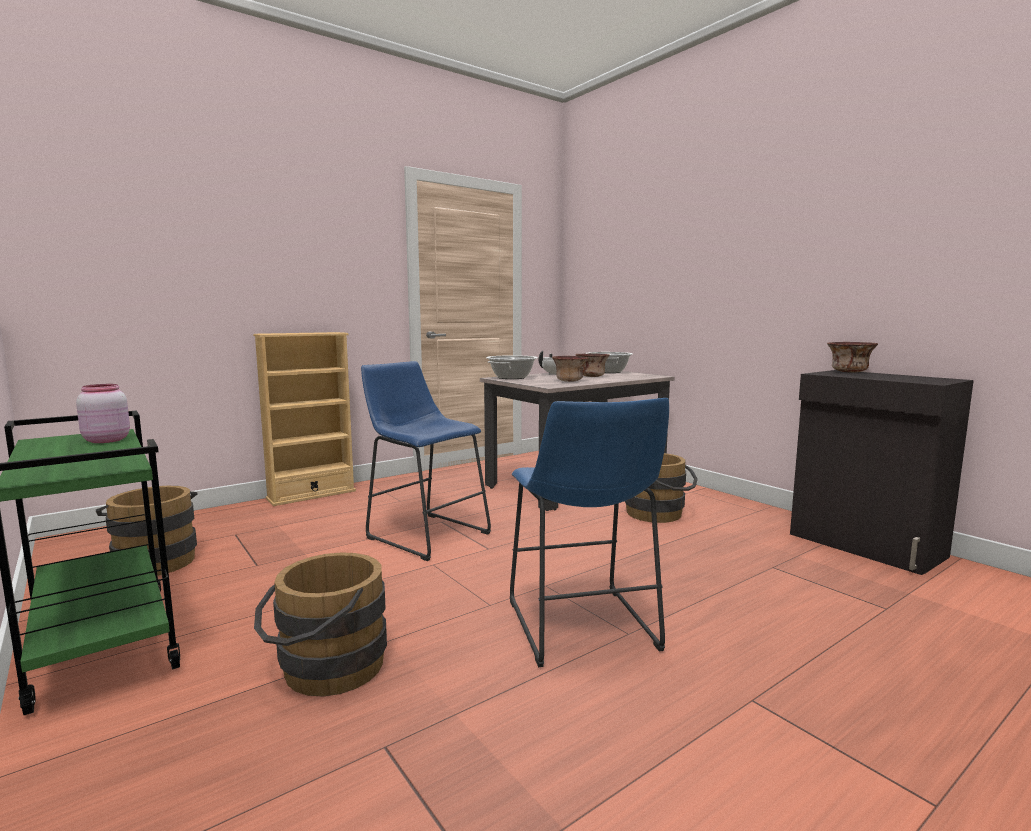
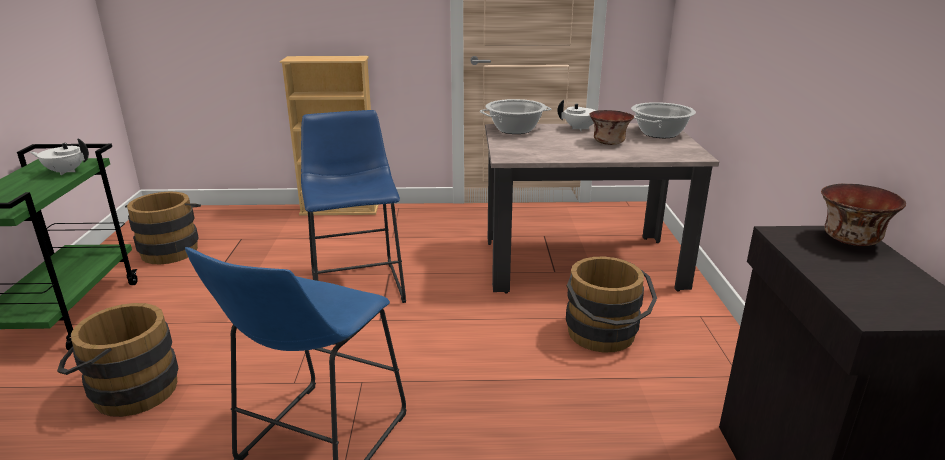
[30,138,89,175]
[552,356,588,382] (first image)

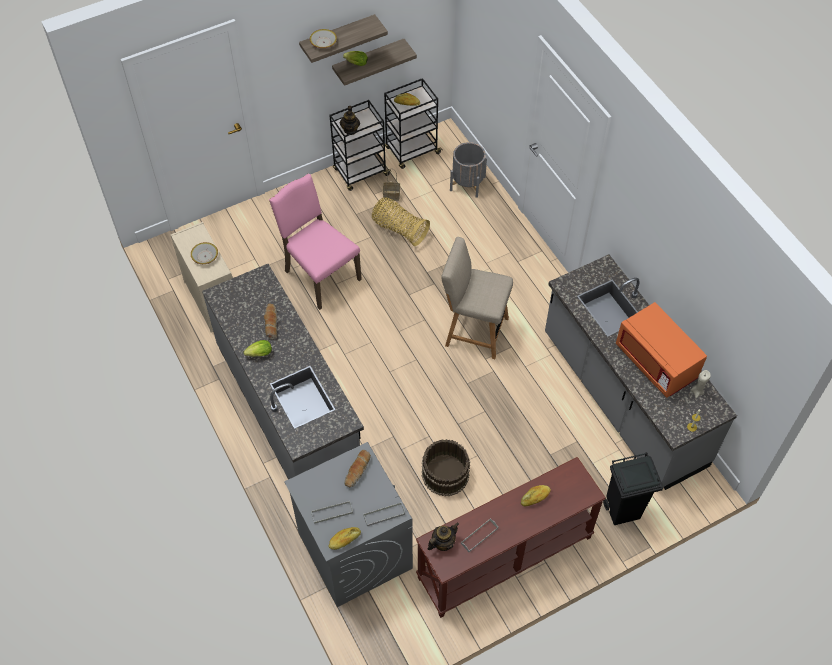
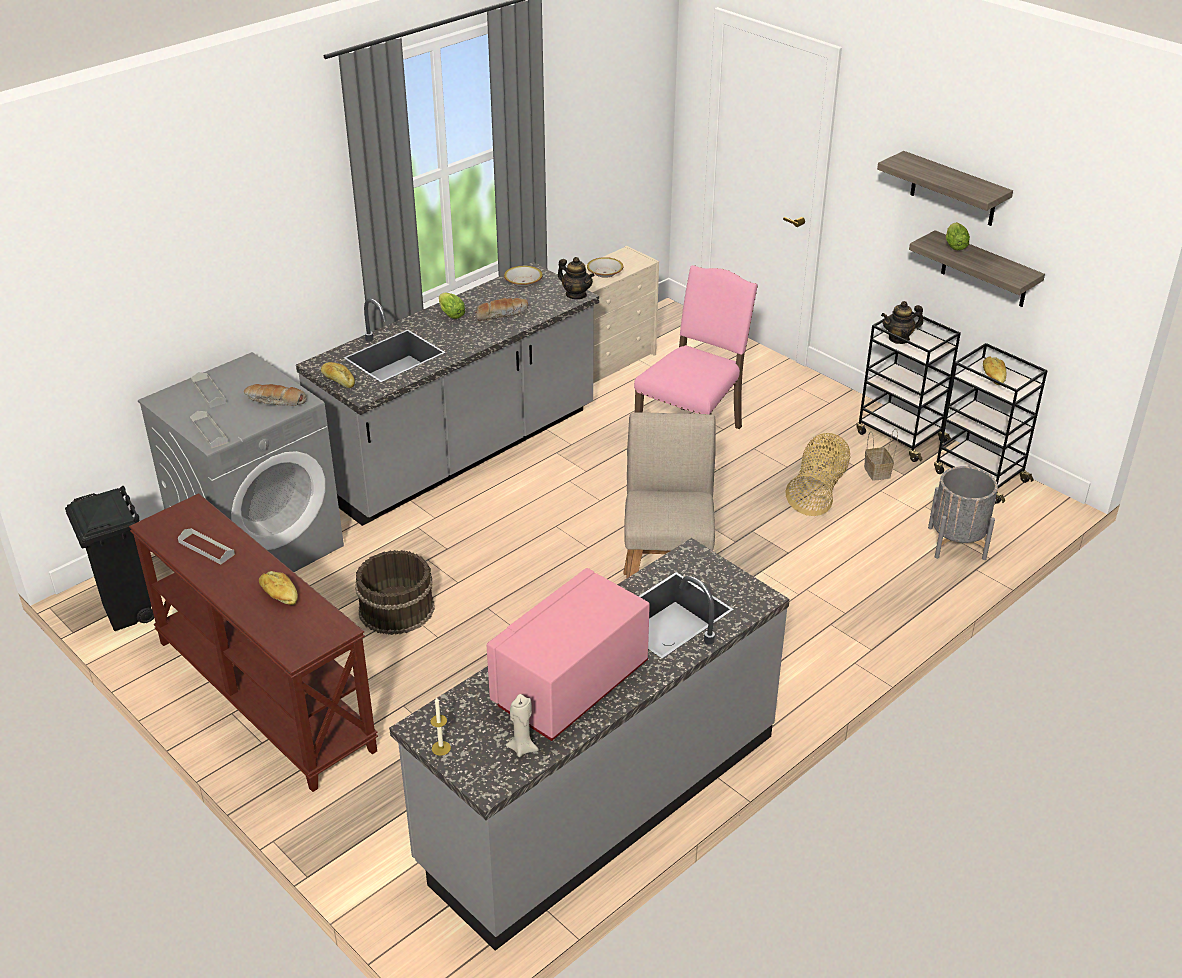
[65,486,154,631]
[321,362,355,388]
[487,568,650,741]
[504,266,543,287]
[558,257,595,299]

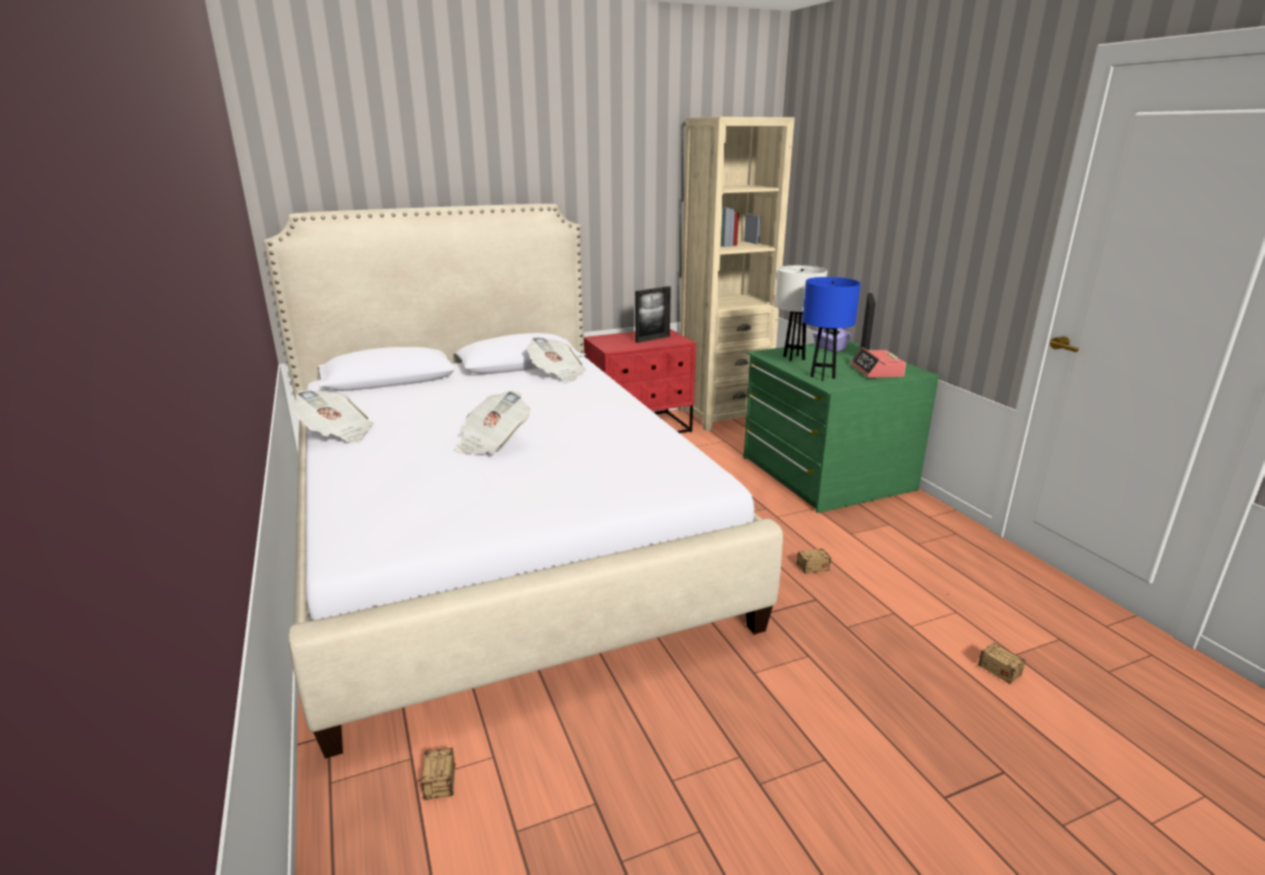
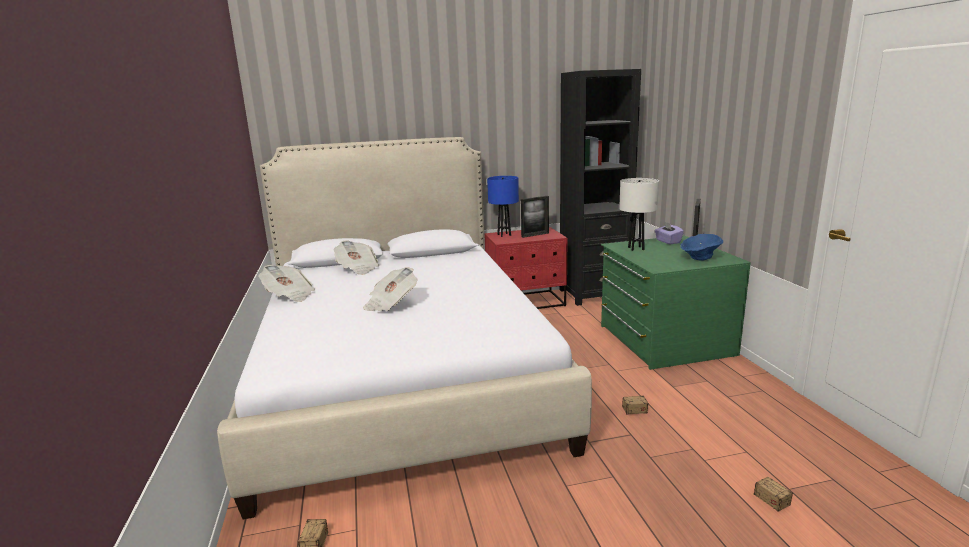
[333,241,380,275]
[487,176,519,237]
[560,69,641,306]
[680,234,723,261]

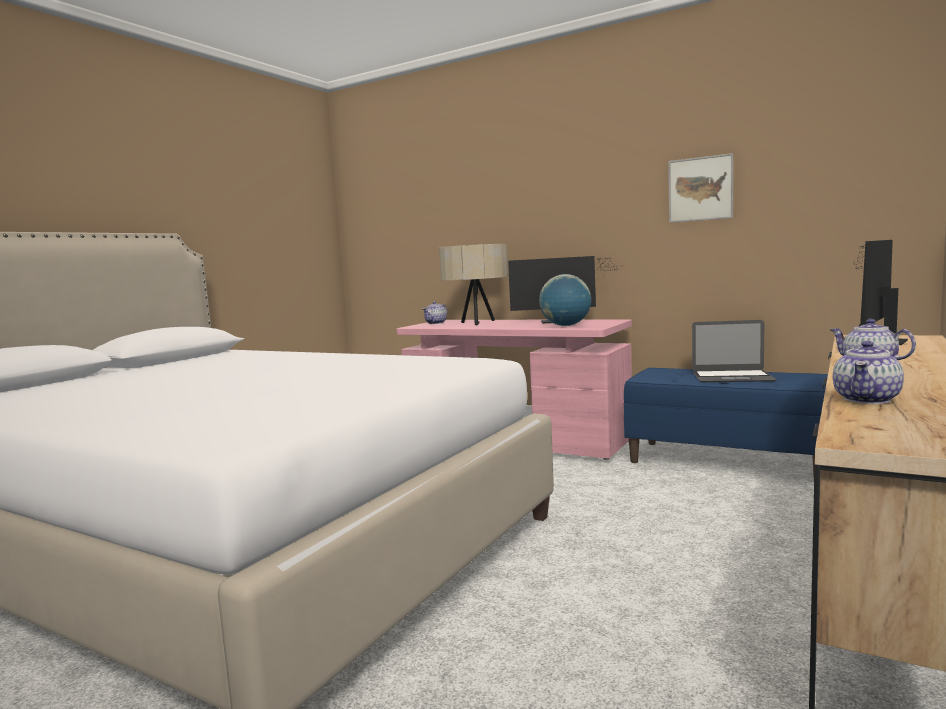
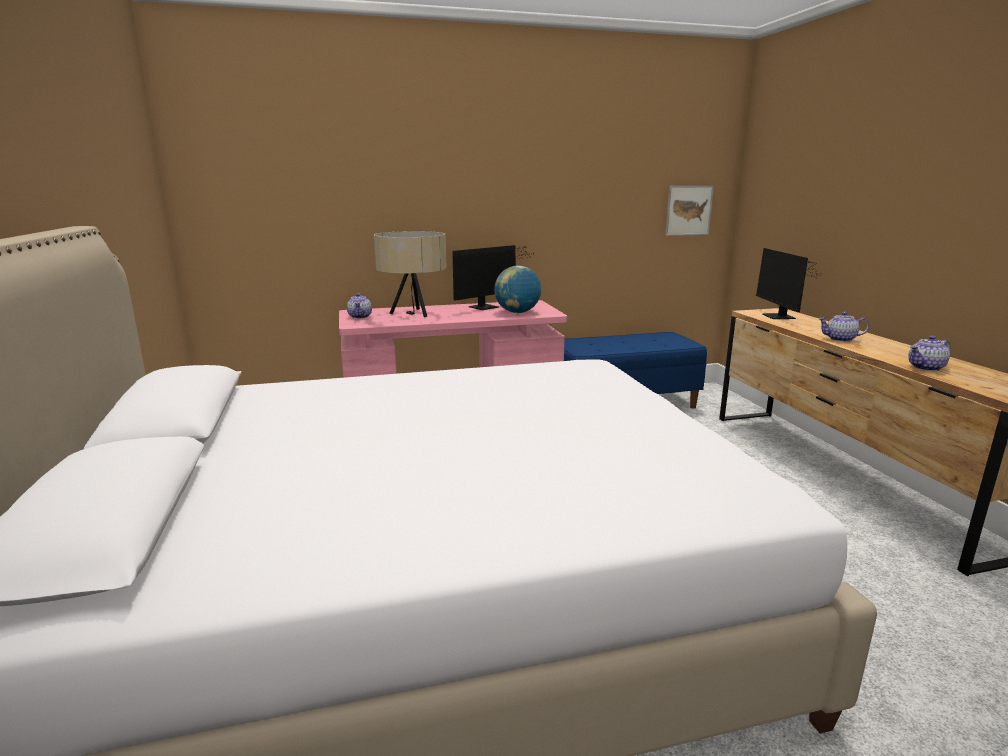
[665,186,714,236]
[908,336,950,371]
[692,320,776,382] (first image)

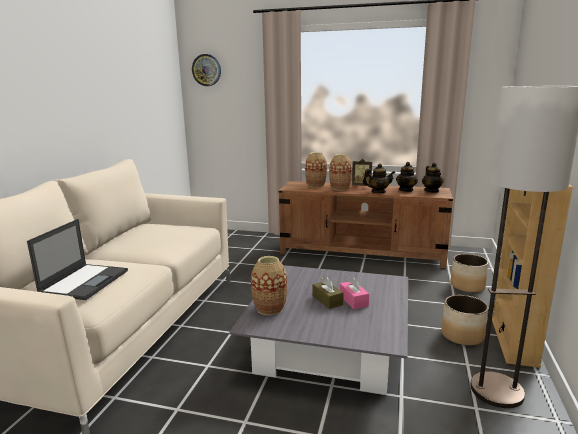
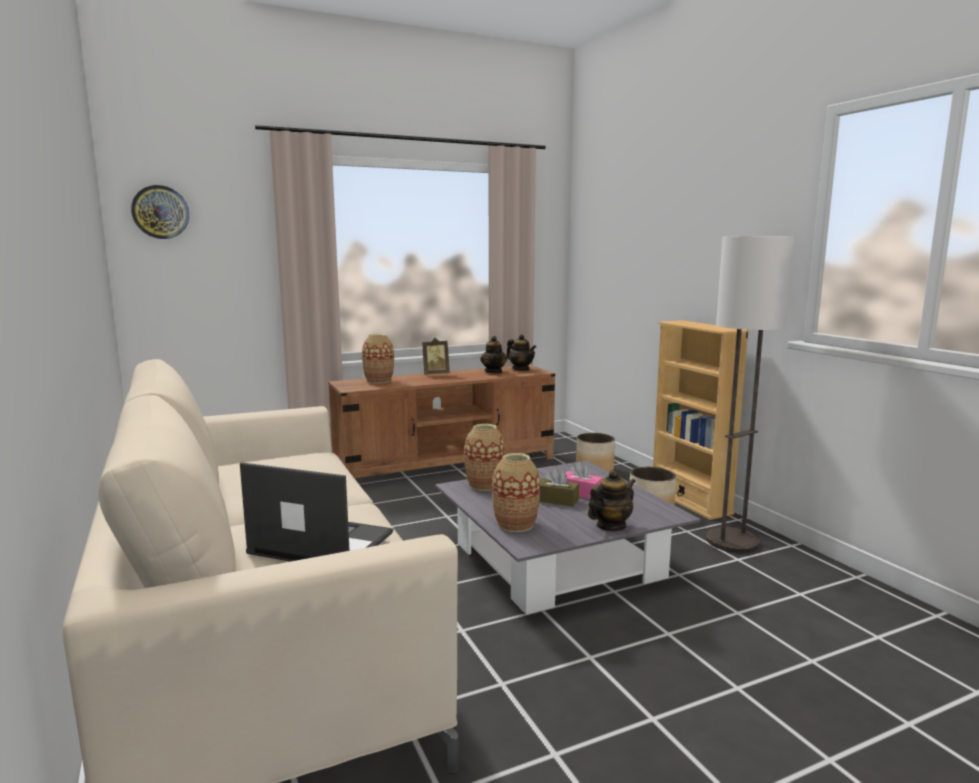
[240,462,393,562]
[464,424,505,491]
[588,470,636,531]

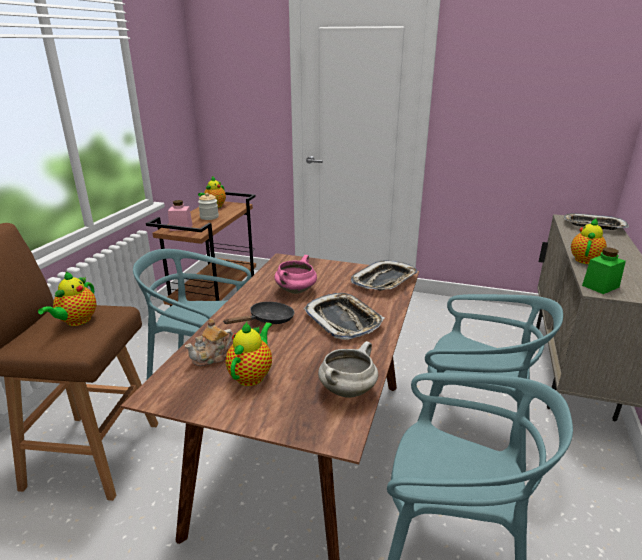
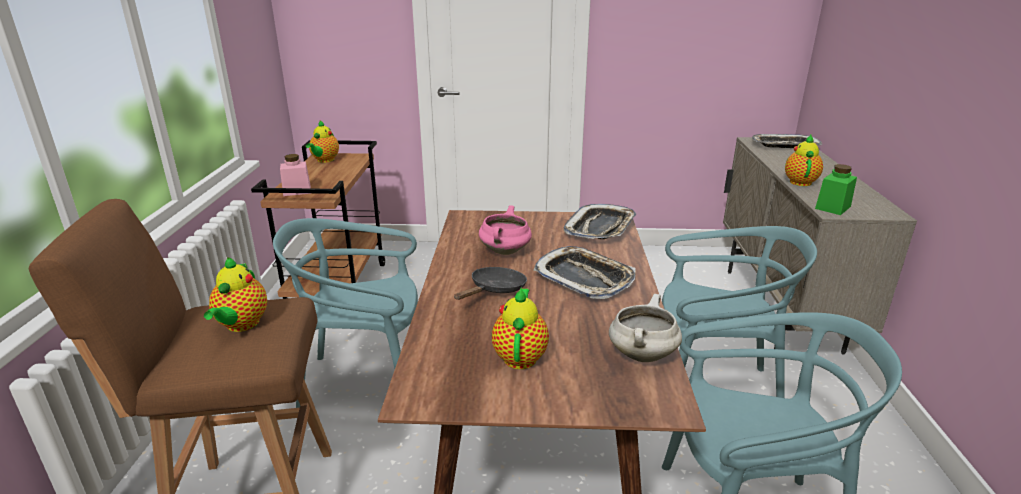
[185,319,233,366] (first image)
[198,193,219,220] (first image)

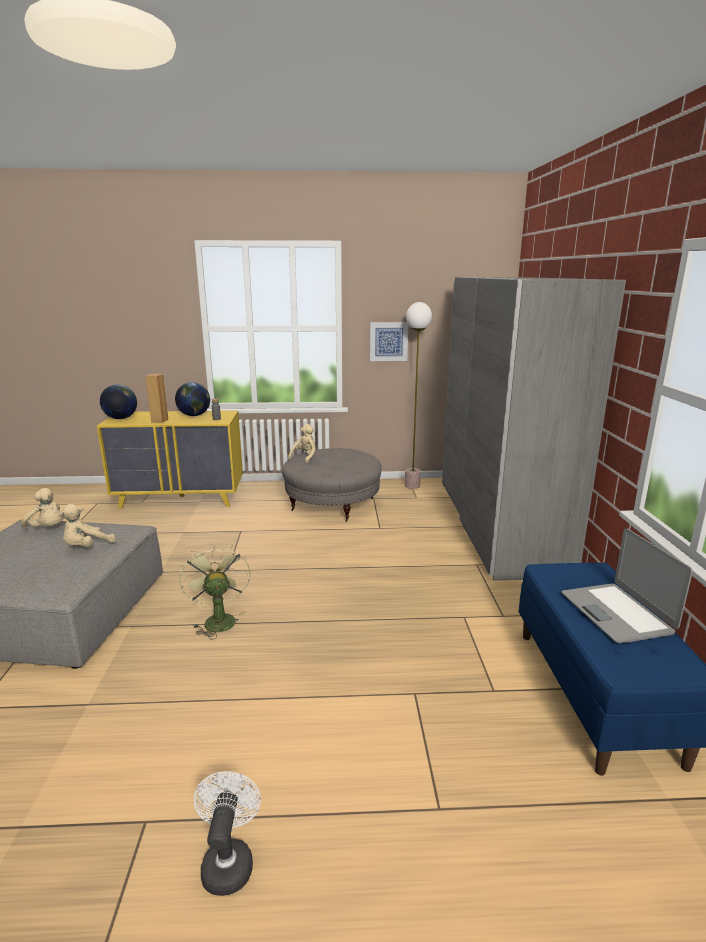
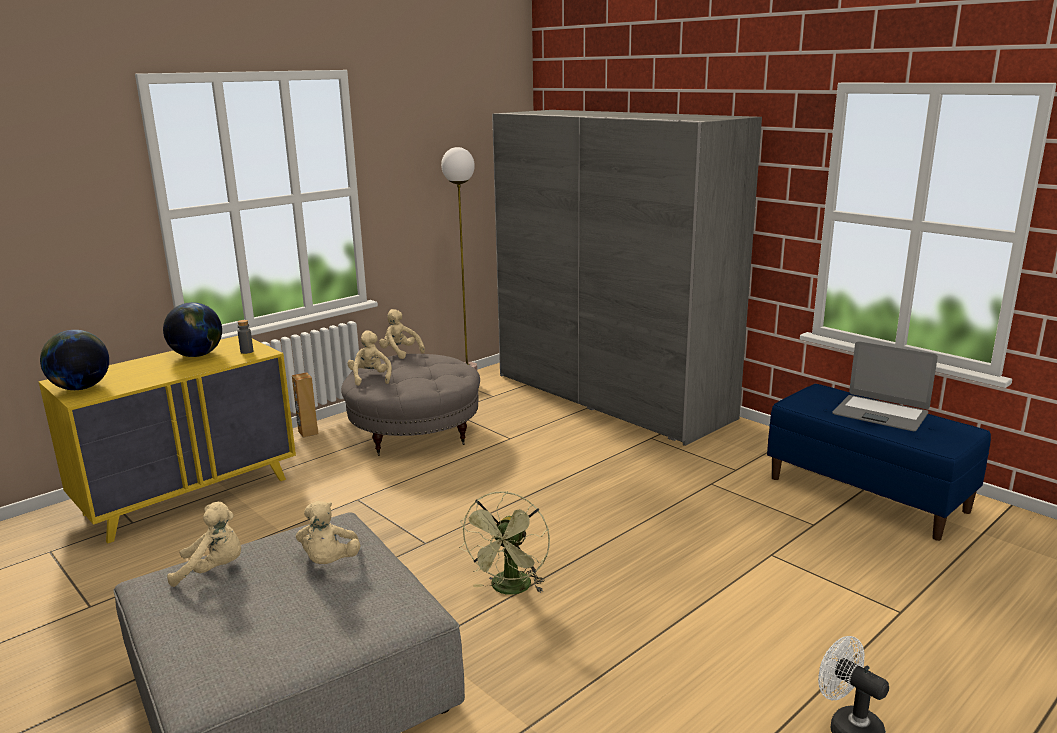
[292,373,318,438]
[379,309,425,359]
[459,491,550,595]
[370,322,408,361] (first image)

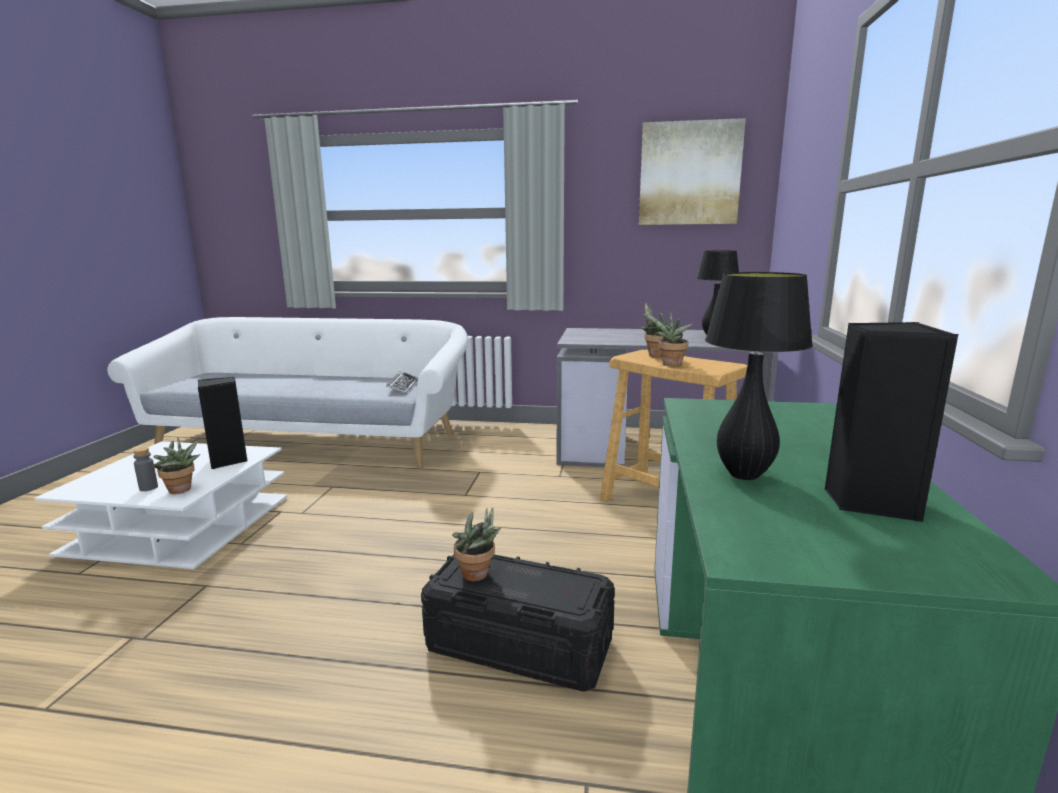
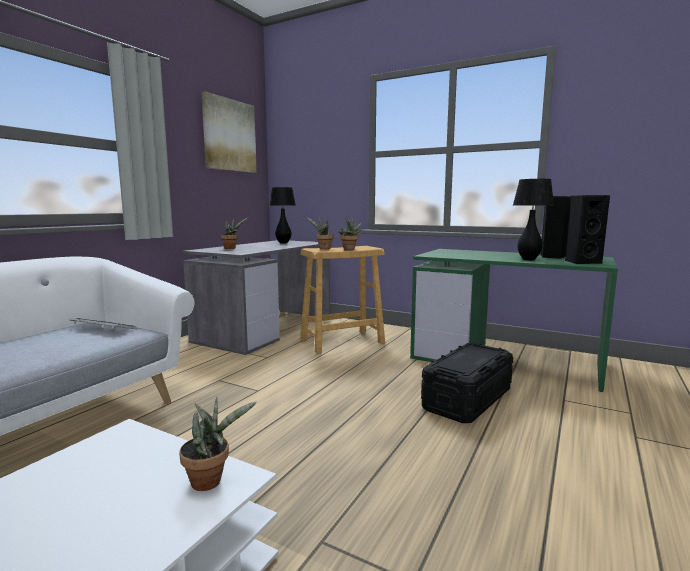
[221,217,249,249]
[565,195,610,264]
[133,447,158,491] (first image)

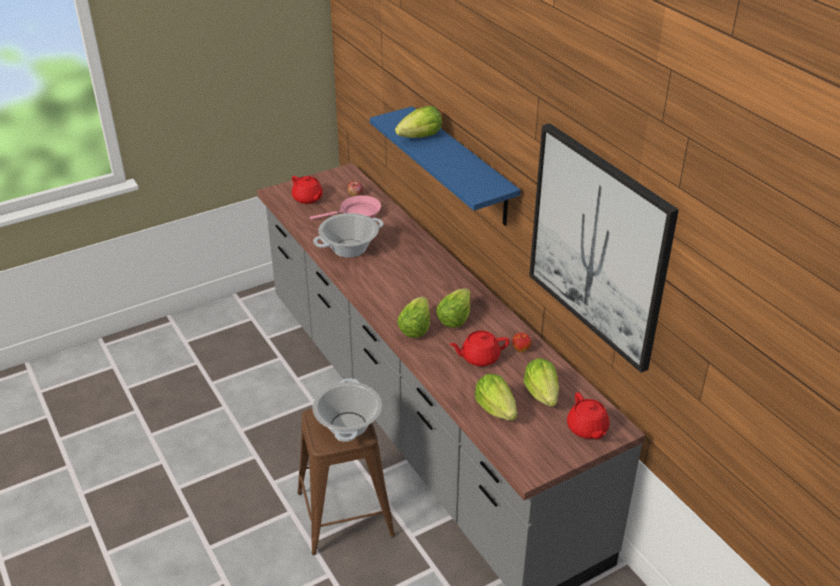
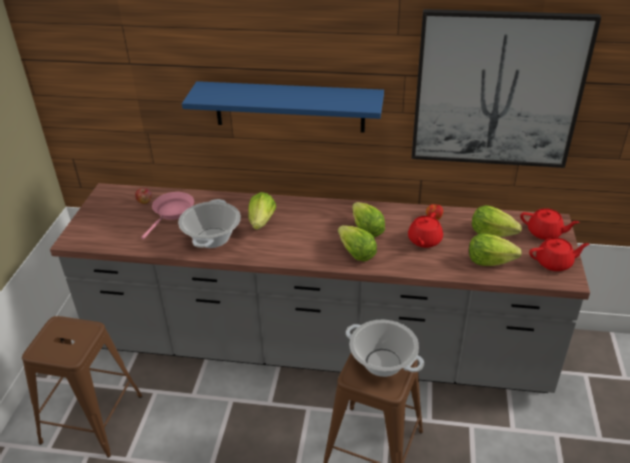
[22,316,142,458]
[248,192,276,230]
[529,237,589,271]

